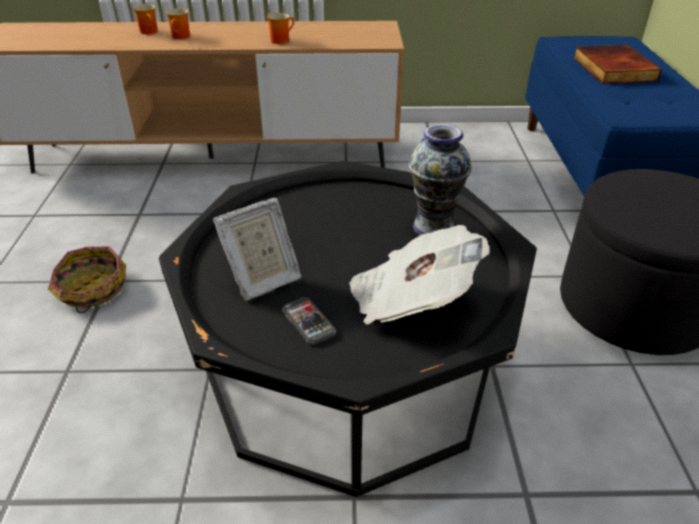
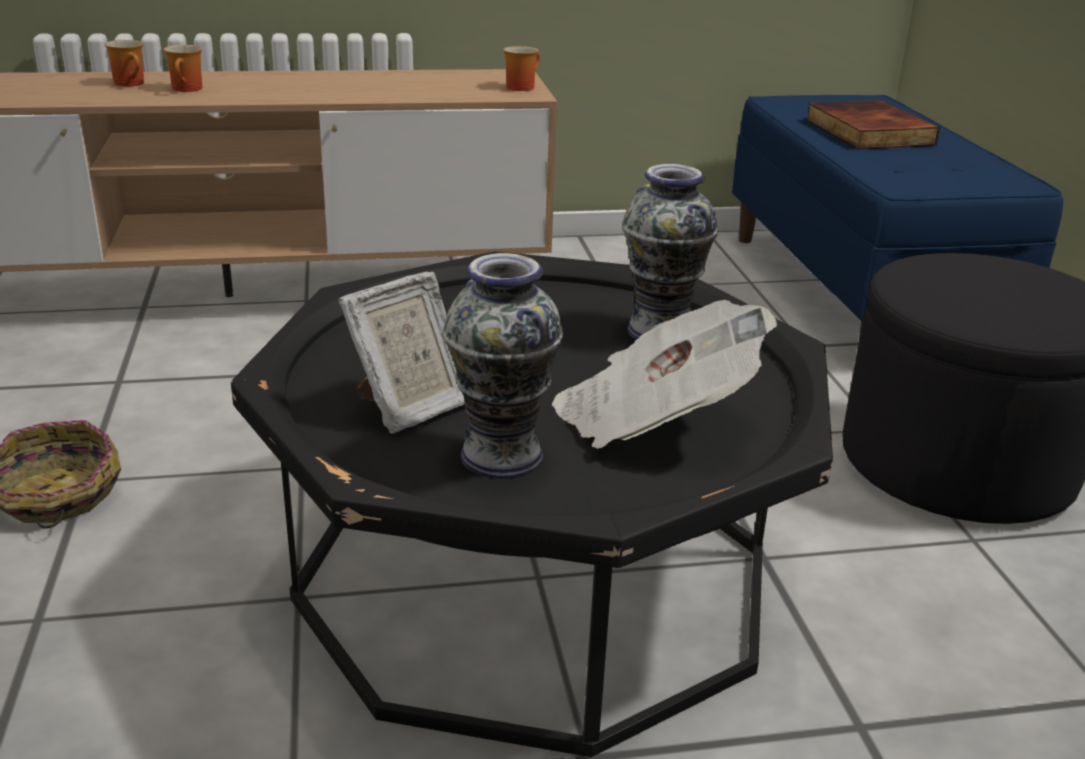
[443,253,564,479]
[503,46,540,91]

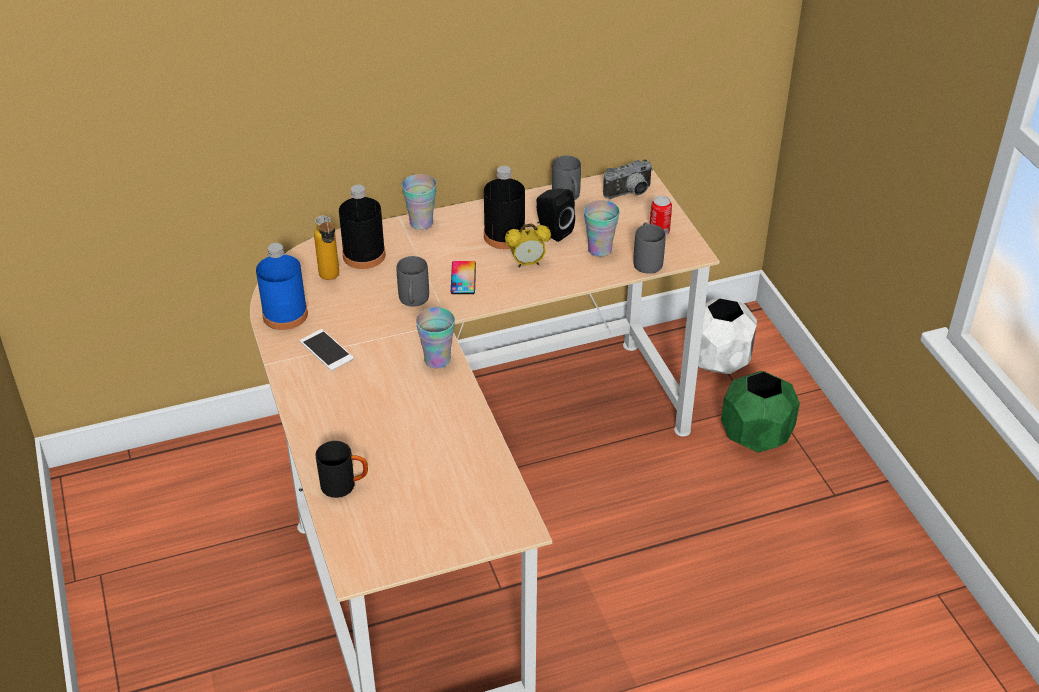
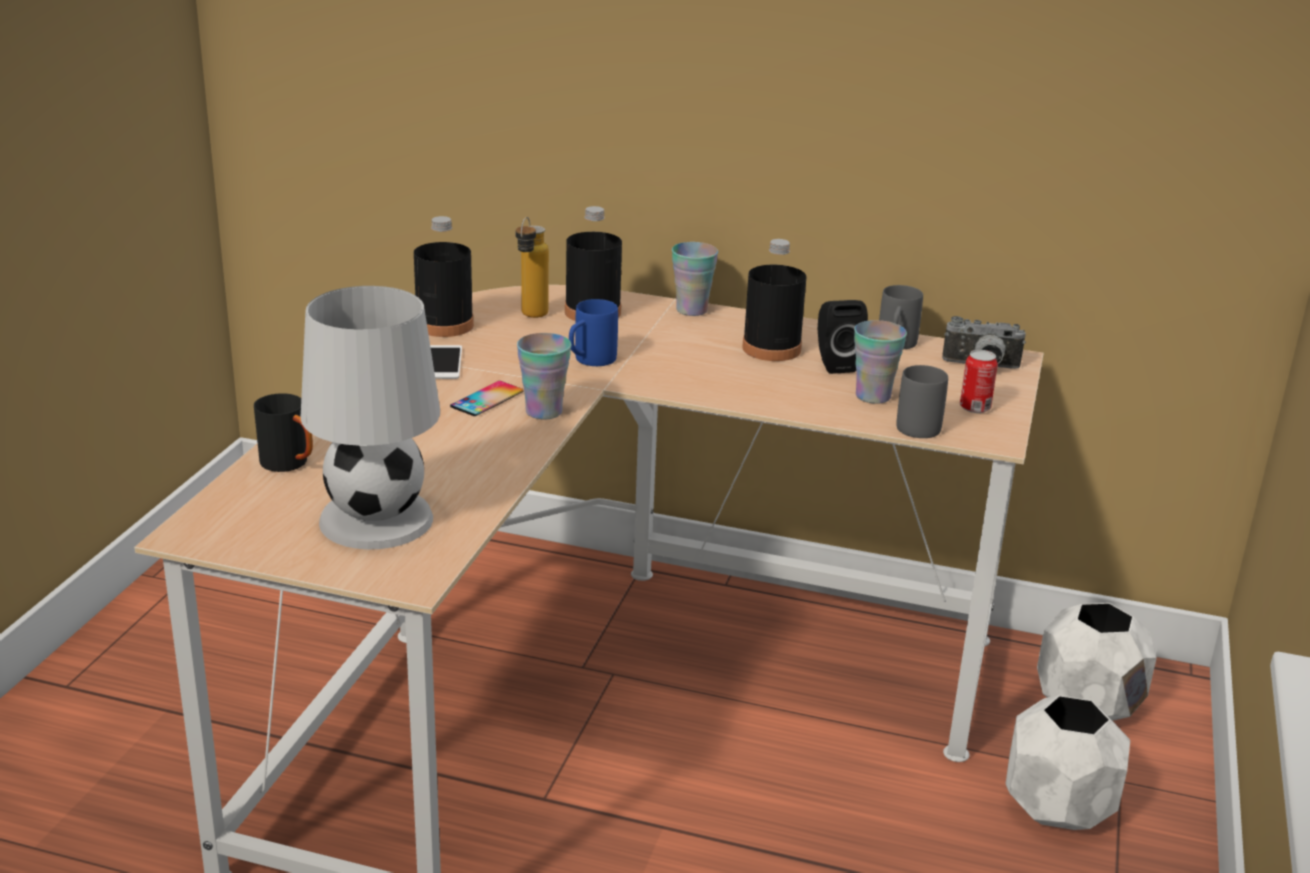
[301,286,440,549]
[414,216,474,337]
[450,381,524,416]
[569,299,618,366]
[1006,695,1130,830]
[505,223,551,268] (first image)

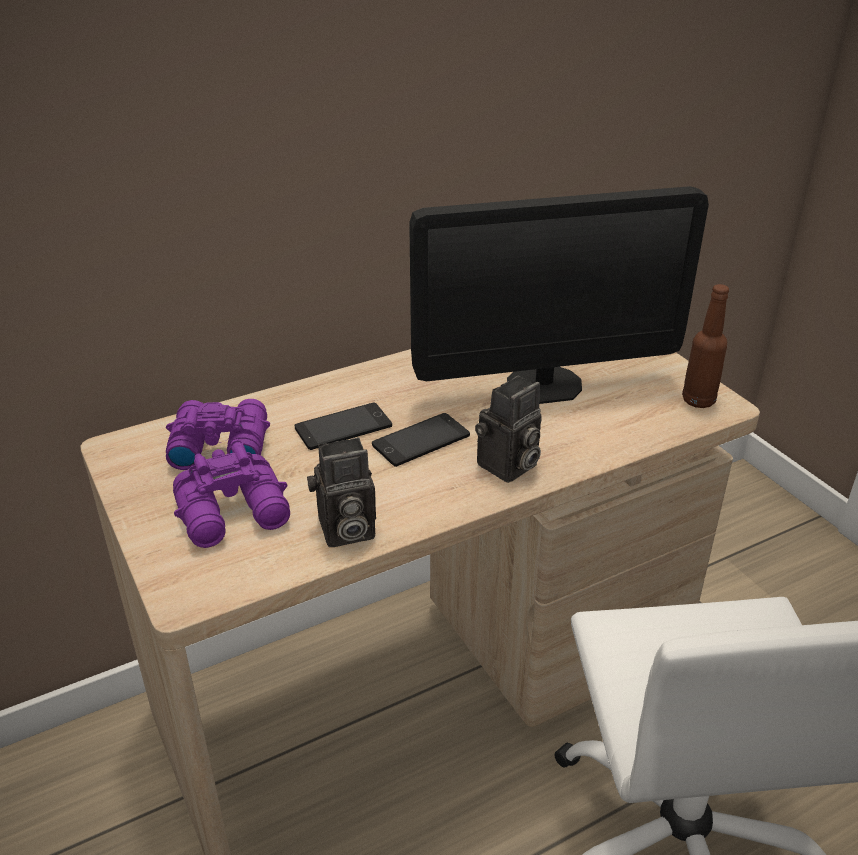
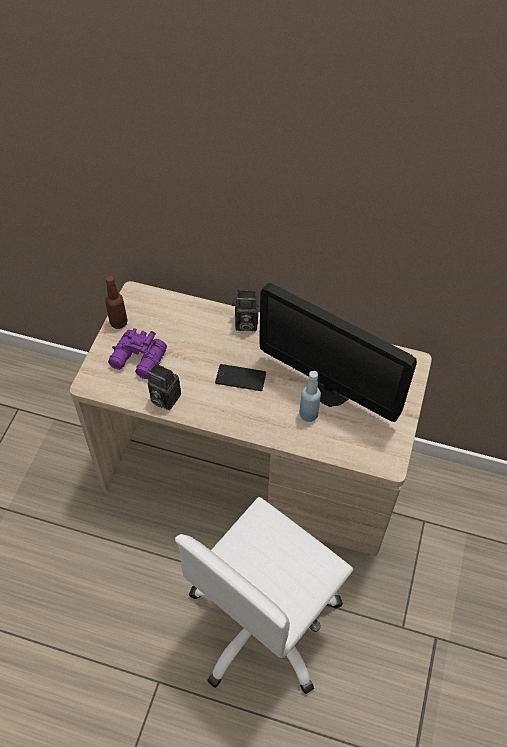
[105,276,128,329]
[232,290,259,331]
[299,371,321,422]
[166,399,270,470] (first image)
[295,403,392,450] (first image)

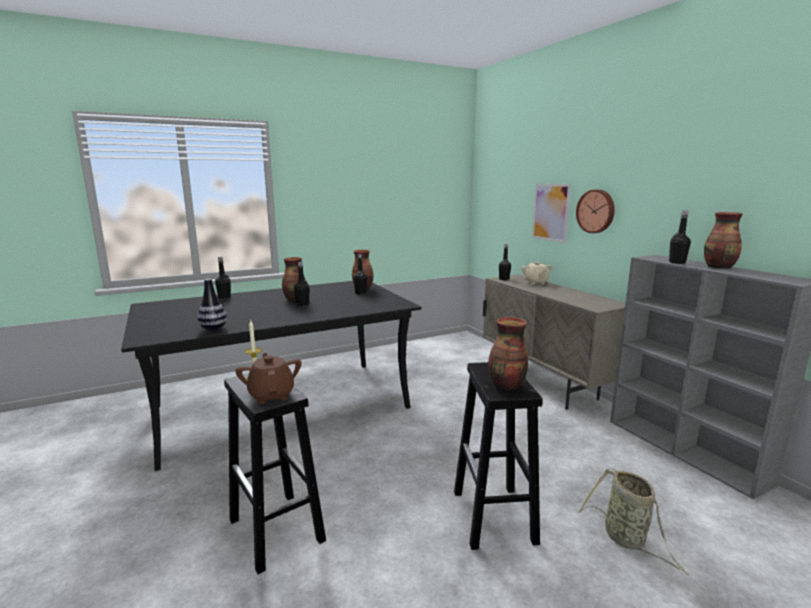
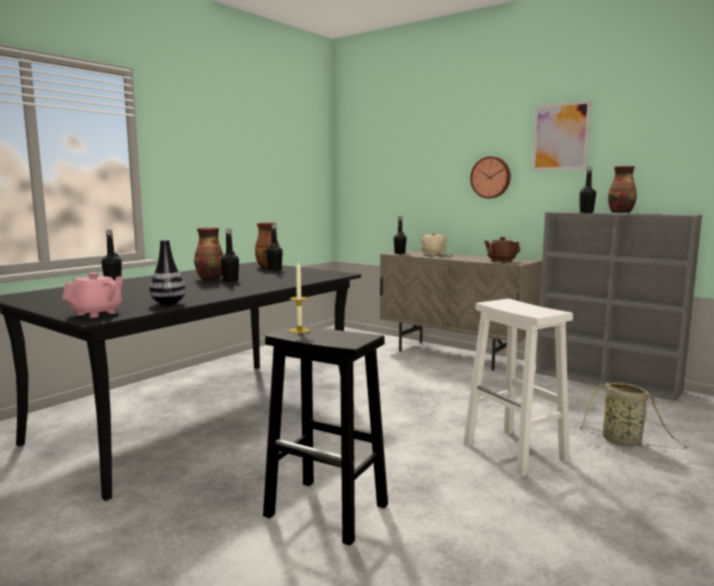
[62,272,123,318]
[464,299,573,477]
[484,237,520,263]
[532,100,591,171]
[488,317,528,391] (first image)

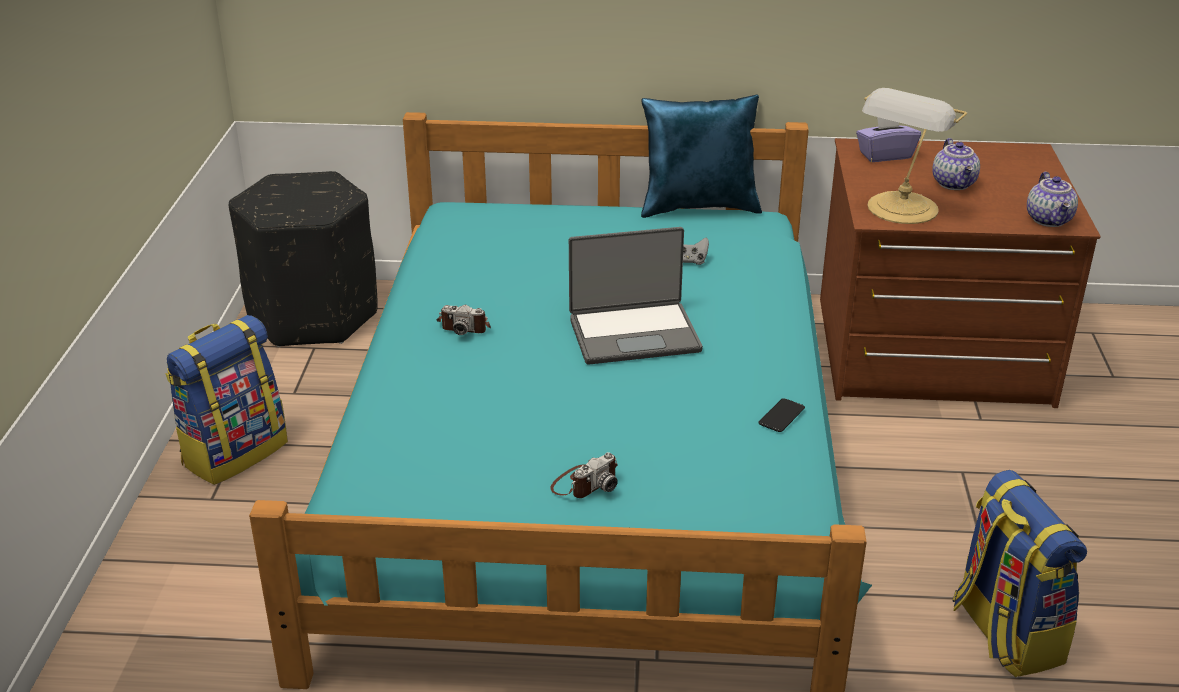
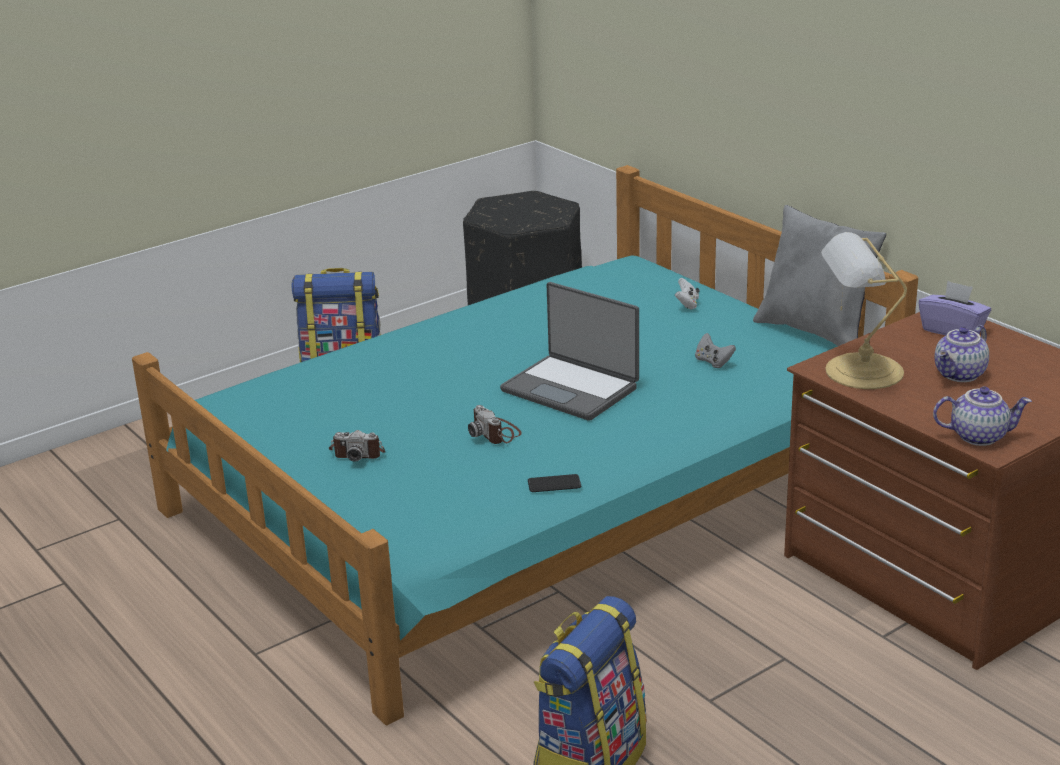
[468,405,522,444]
[675,278,700,310]
[753,205,886,346]
[933,387,1032,446]

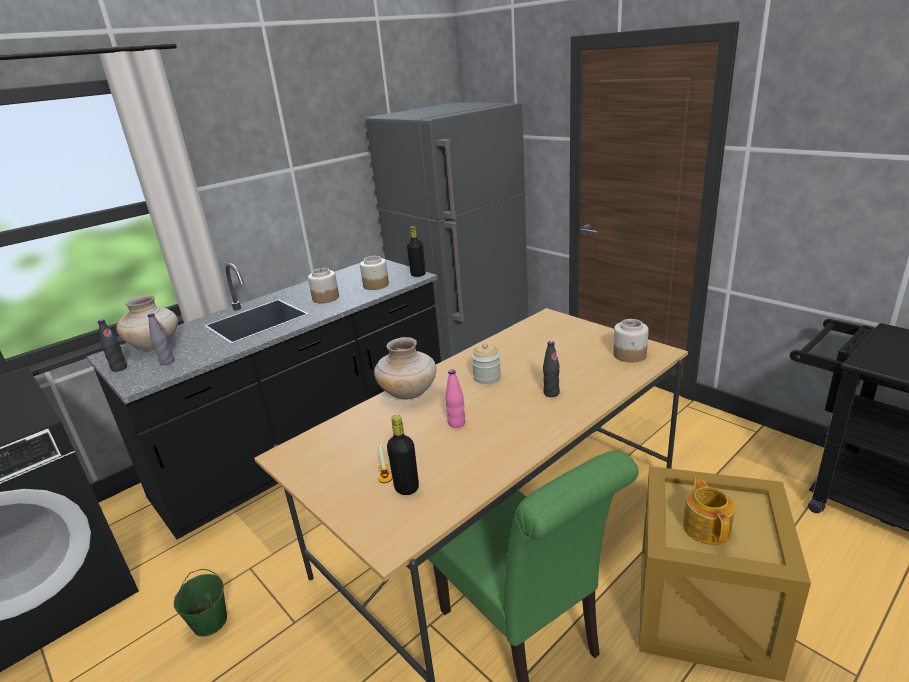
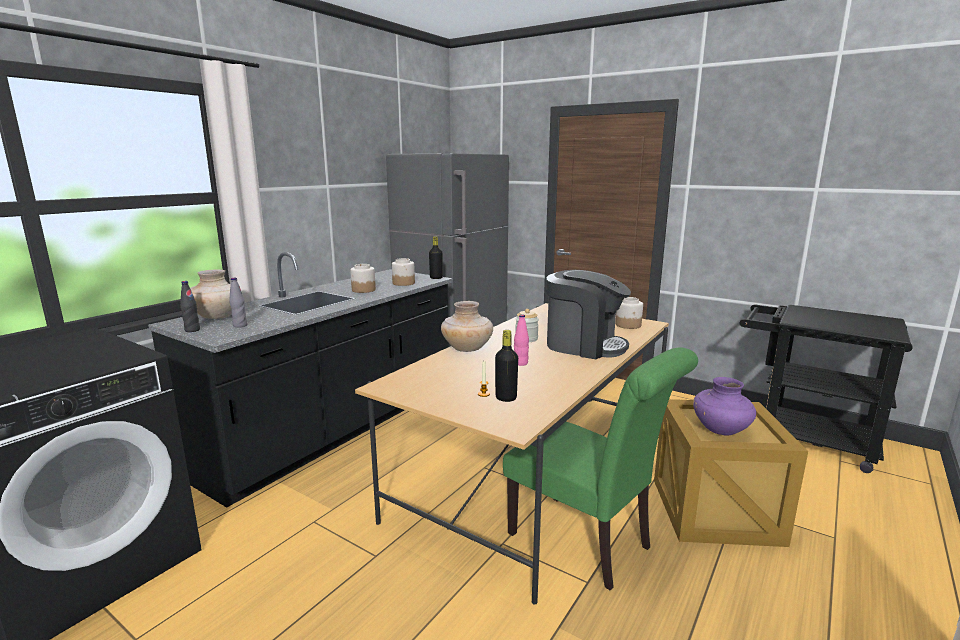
[546,270,631,359]
[693,377,756,435]
[174,569,227,637] (first image)

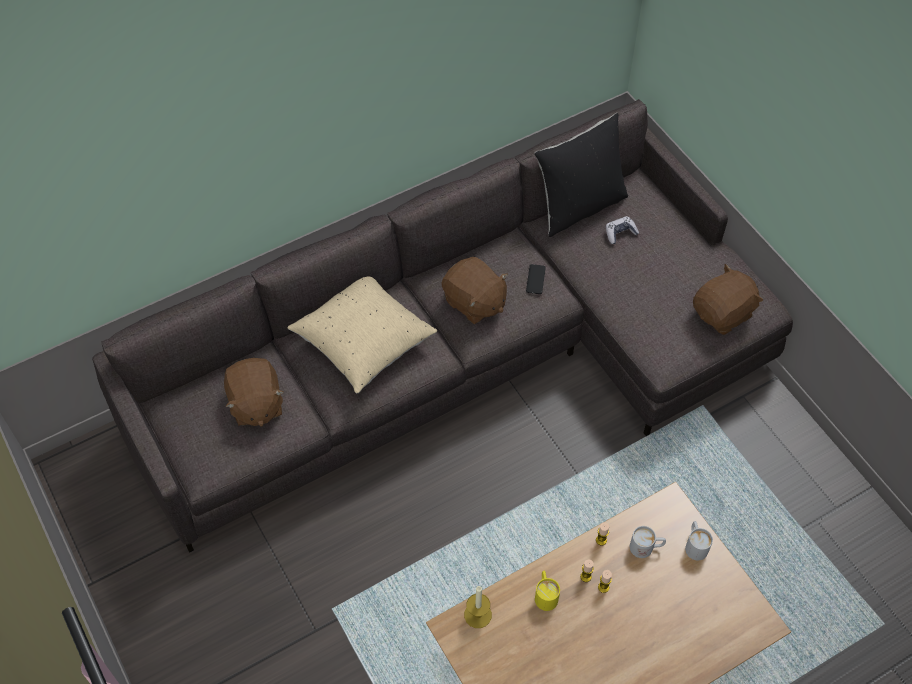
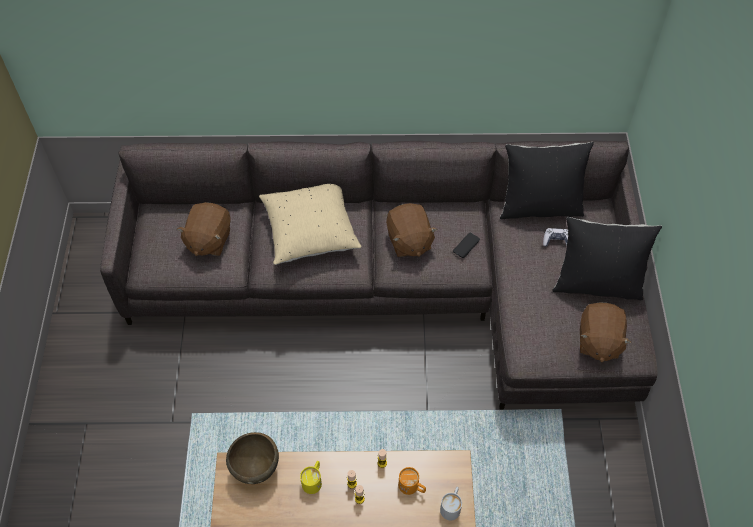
[226,432,279,484]
[399,467,426,495]
[552,217,662,300]
[580,303,632,362]

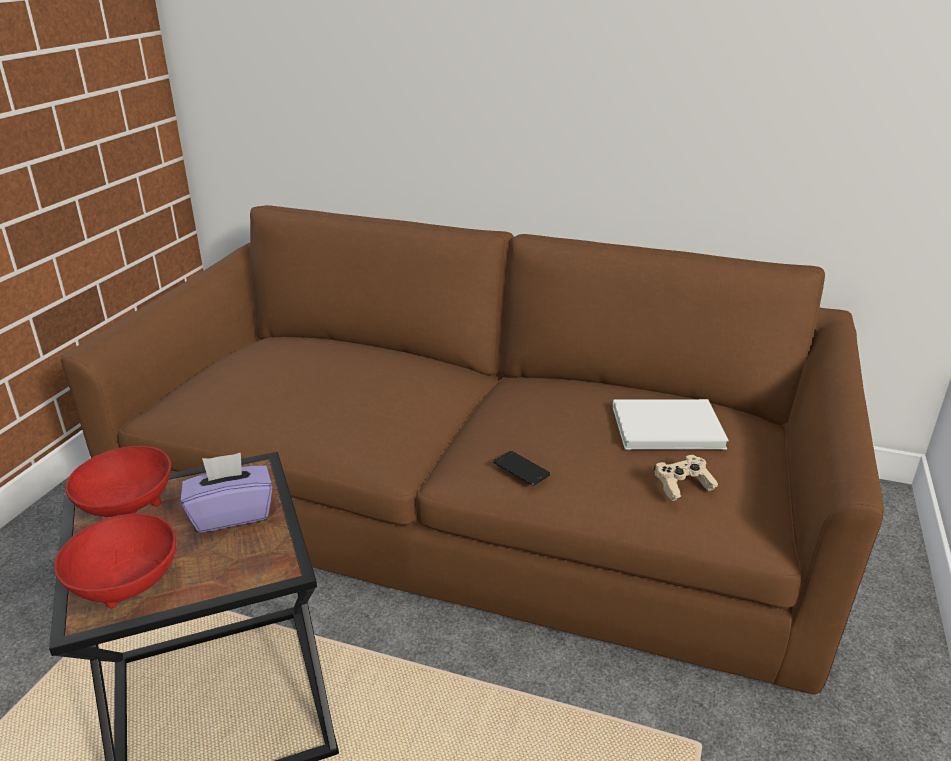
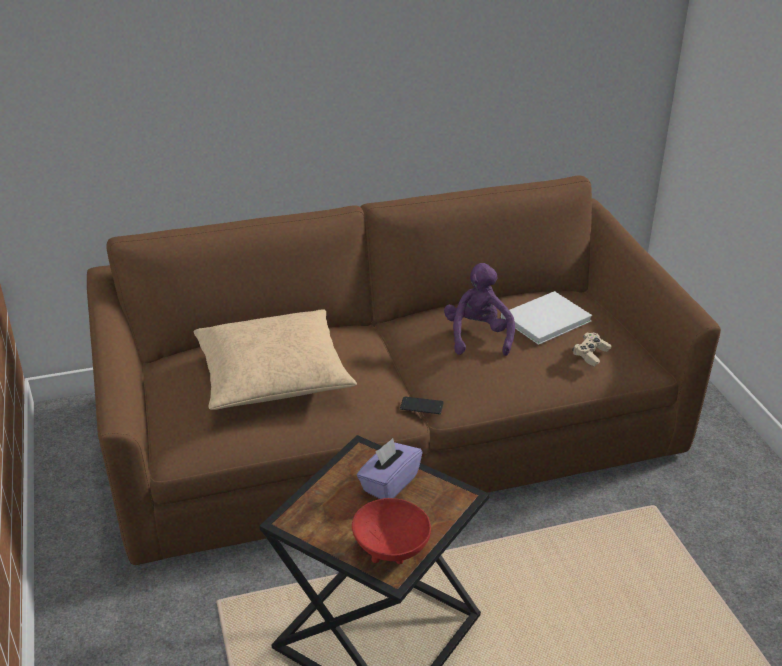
[193,309,357,410]
[400,397,444,414]
[444,263,515,356]
[66,446,171,517] (first image)

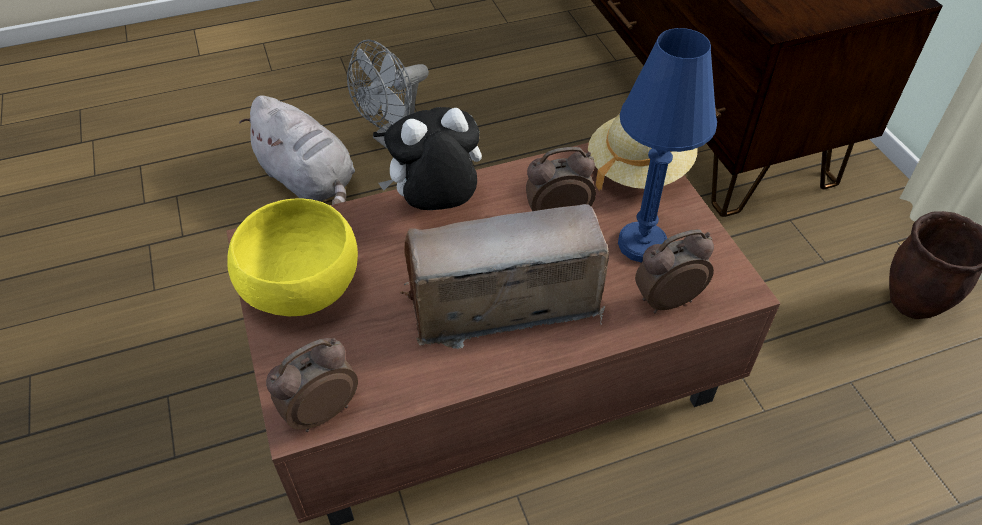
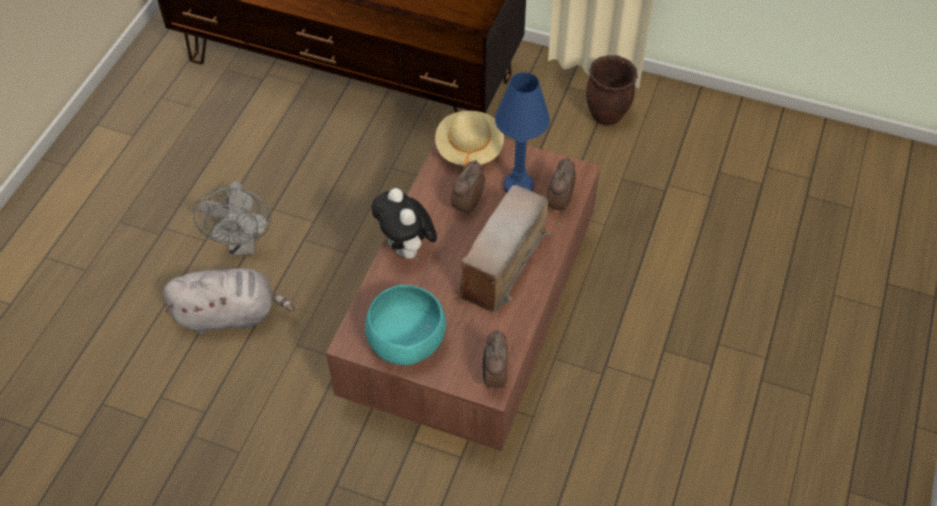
[365,285,446,365]
[372,188,437,261]

